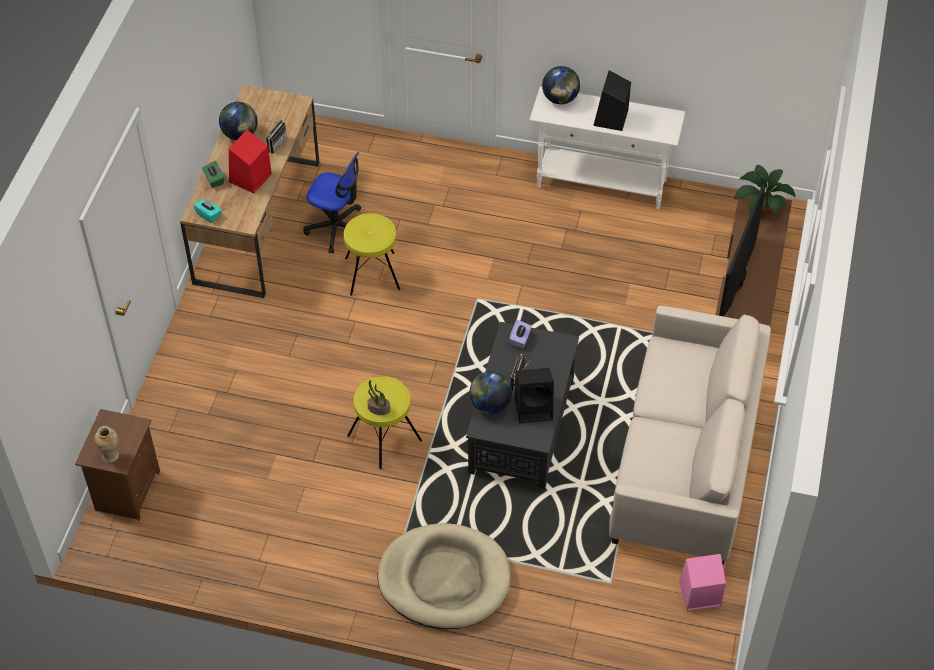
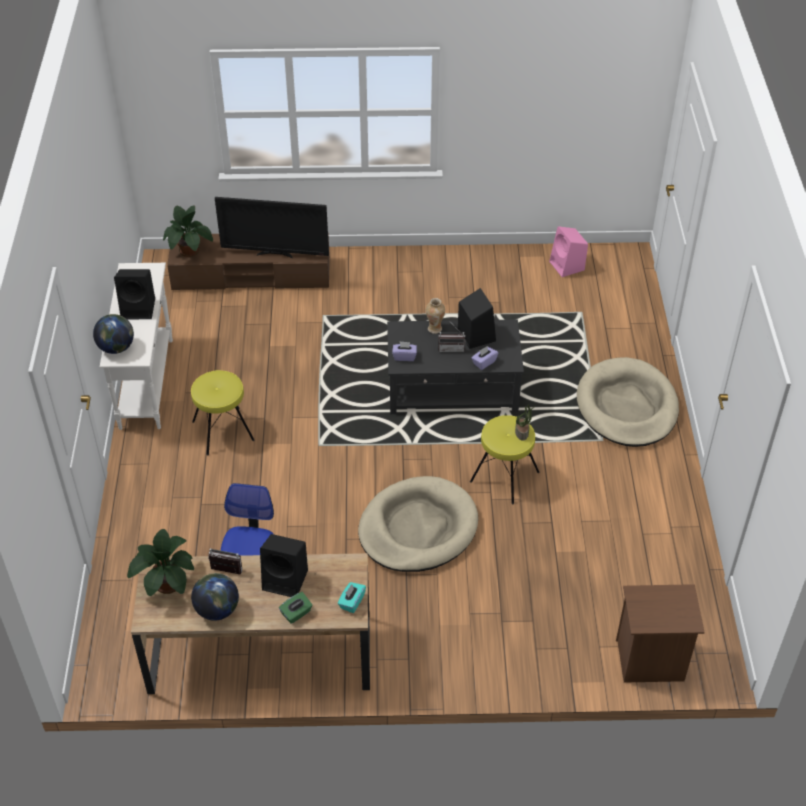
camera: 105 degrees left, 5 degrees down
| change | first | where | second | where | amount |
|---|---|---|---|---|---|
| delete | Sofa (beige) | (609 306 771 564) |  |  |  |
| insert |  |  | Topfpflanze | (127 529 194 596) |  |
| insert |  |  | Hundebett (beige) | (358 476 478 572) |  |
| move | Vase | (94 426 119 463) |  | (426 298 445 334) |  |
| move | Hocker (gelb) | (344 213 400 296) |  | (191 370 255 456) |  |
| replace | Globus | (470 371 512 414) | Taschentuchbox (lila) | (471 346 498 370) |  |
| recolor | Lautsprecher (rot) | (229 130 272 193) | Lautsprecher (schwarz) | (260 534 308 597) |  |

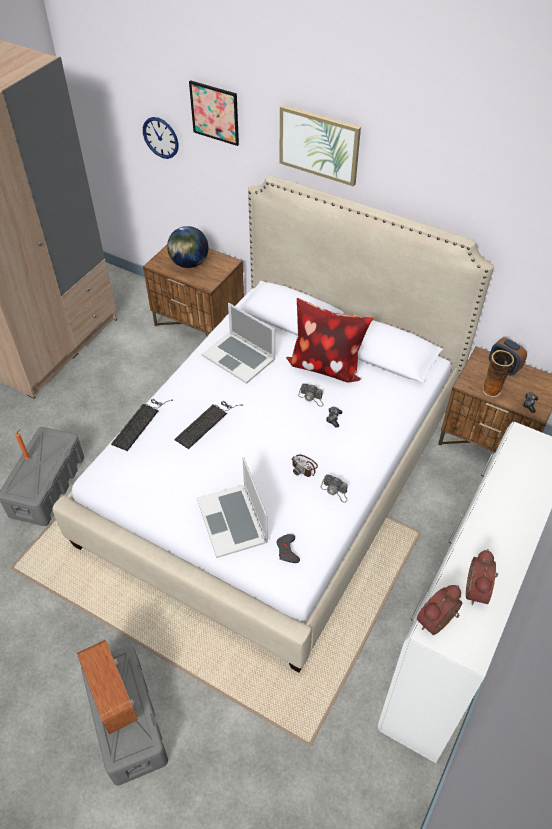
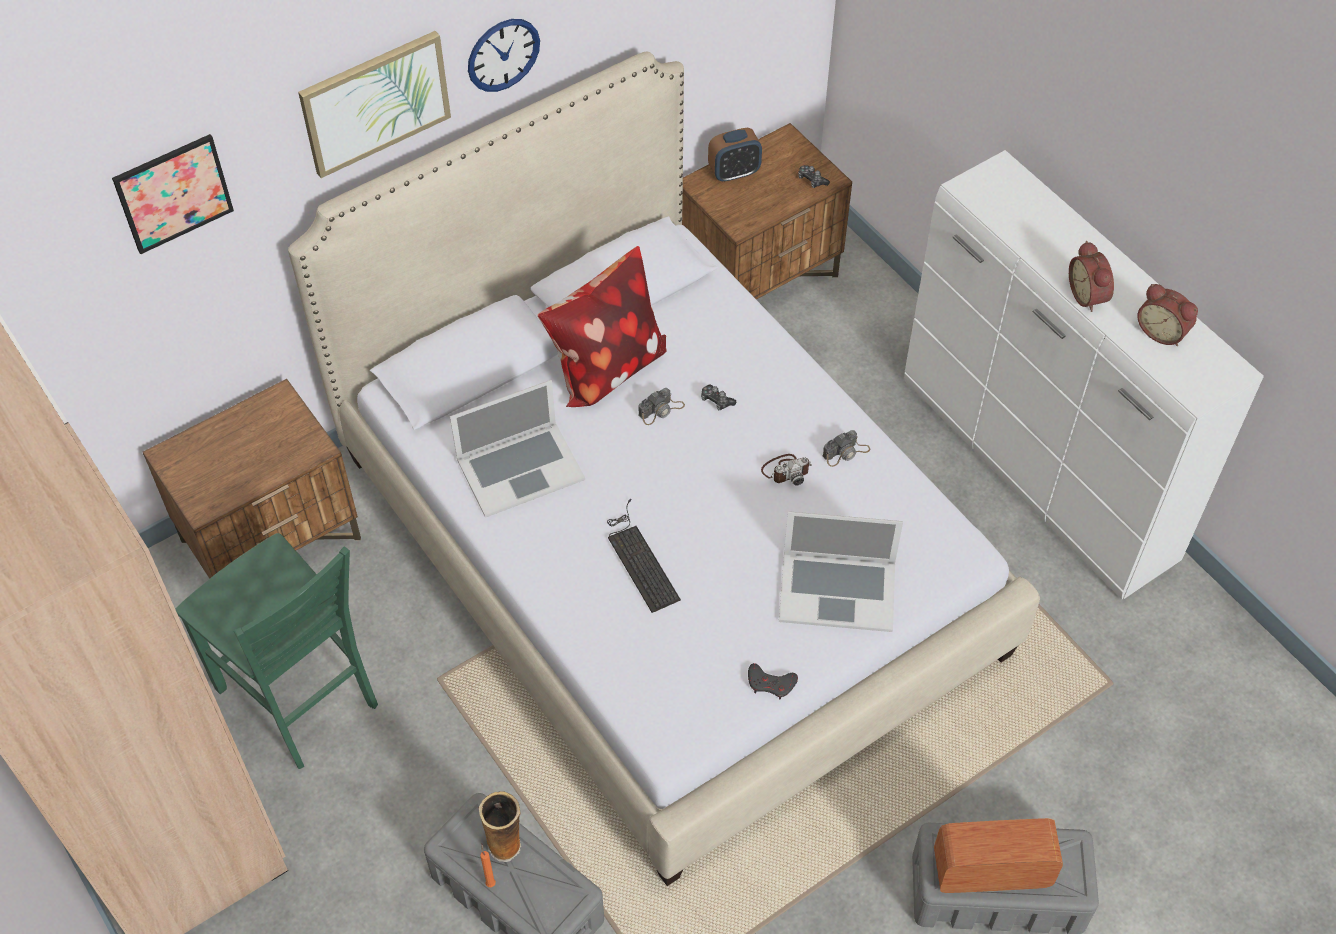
camera: 65 degrees left, 5 degrees up
| change | first | where | second | where | amount |
|---|---|---|---|---|---|
| delete | Tastatur | (111 399 173 451) |  |  |  |
| delete | Globus | (167 226 208 268) |  |  |  |
| insert |  |  | Stuhl (grün) | (175 533 378 769) |  |
| move | Wanduhr | (143 117 179 159) |  | (468 19 540 92) |  |
| move | Gamepad (grau) | (277 534 300 563) |  | (748 663 798 699) |  |
| move | Wecker | (417 585 462 635) |  | (1069 241 1114 312) |  |
| move | Vase | (483 350 514 397) |  | (478 791 521 862) |  |

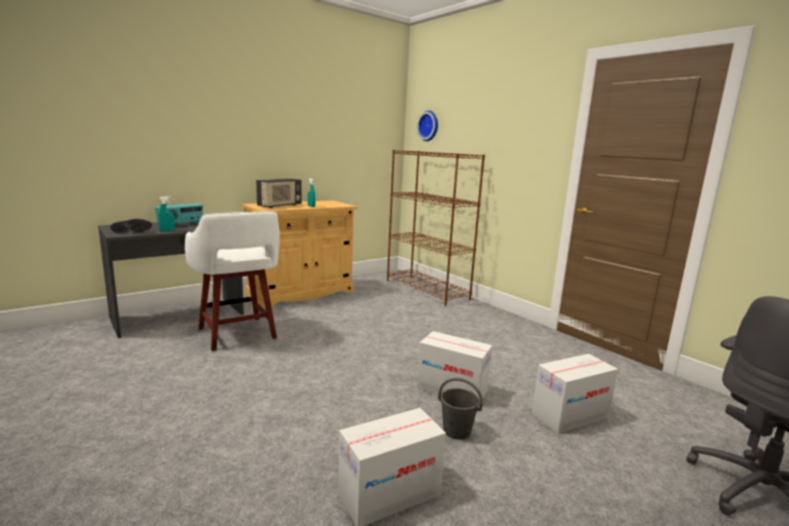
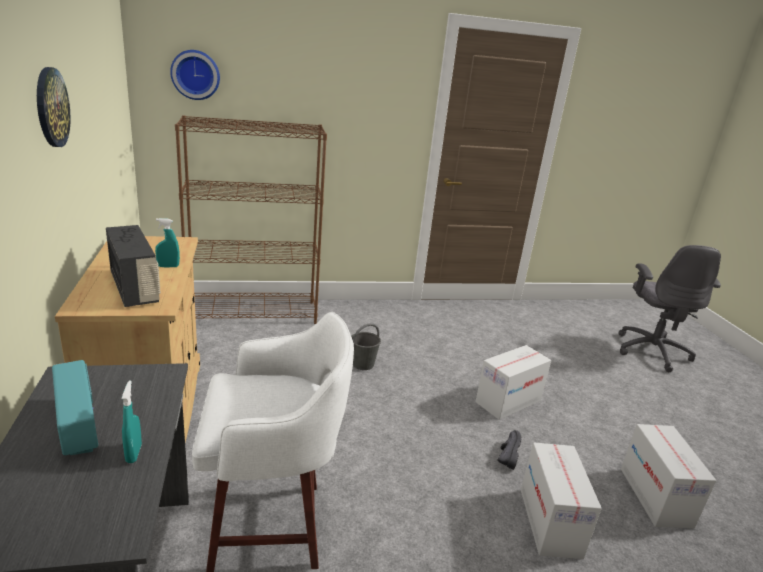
camera: 65 degrees left, 10 degrees up
| change | first | where | second | where | amount |
|---|---|---|---|---|---|
| insert |  |  | Wanduhr | (37 67 71 147) |  |
| move | Schuh (schwarz) | (111 218 152 233) |  | (497 430 522 470) |  |
| move | Eimer (grau) | (438 377 483 440) |  | (351 323 381 370) |  |
| move | Karton | (532 354 618 434) |  | (521 442 602 559) |  |

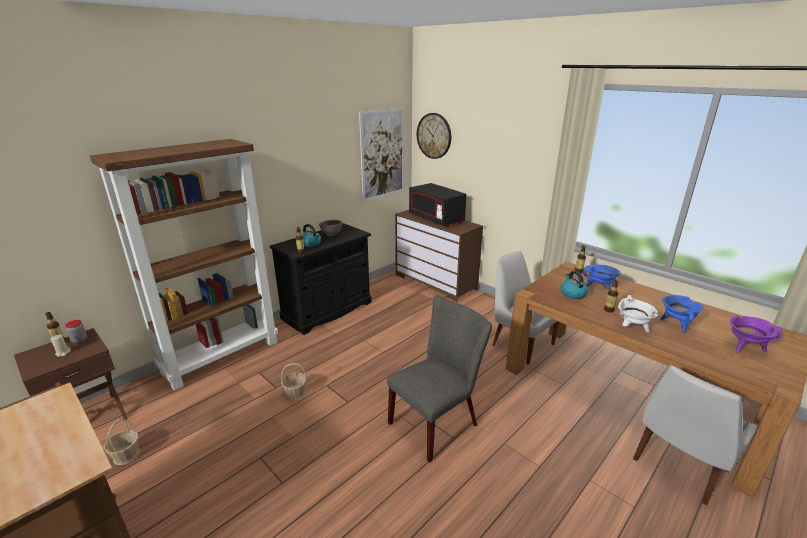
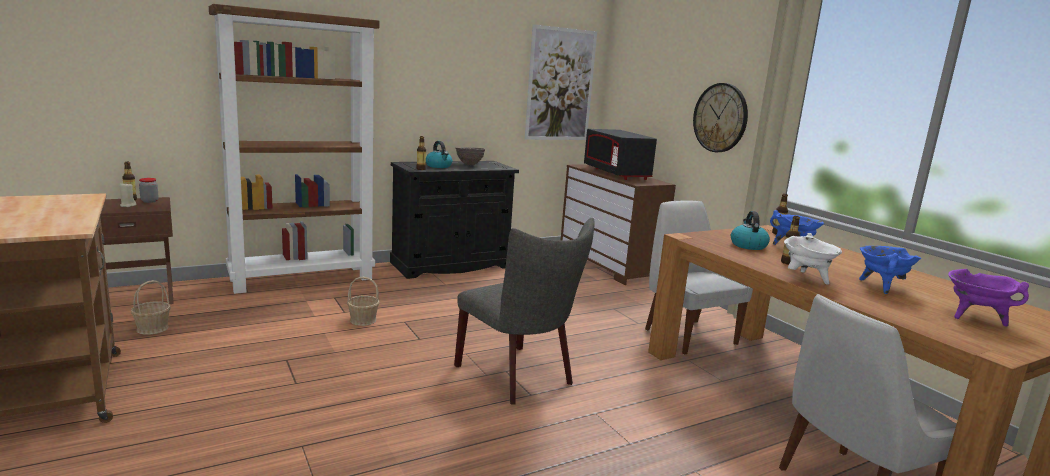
camera: 15 degrees right, 10 degrees down
| change | first | where | second | where | amount |
|---|---|---|---|---|---|
| move | Wanduhr | (417 113 451 159) |  | (693 83 748 152) |  |
| rotate | Stuhl (grau) | (387 295 492 463) |  | (454 218 595 405) | 75 degrees clockwise |

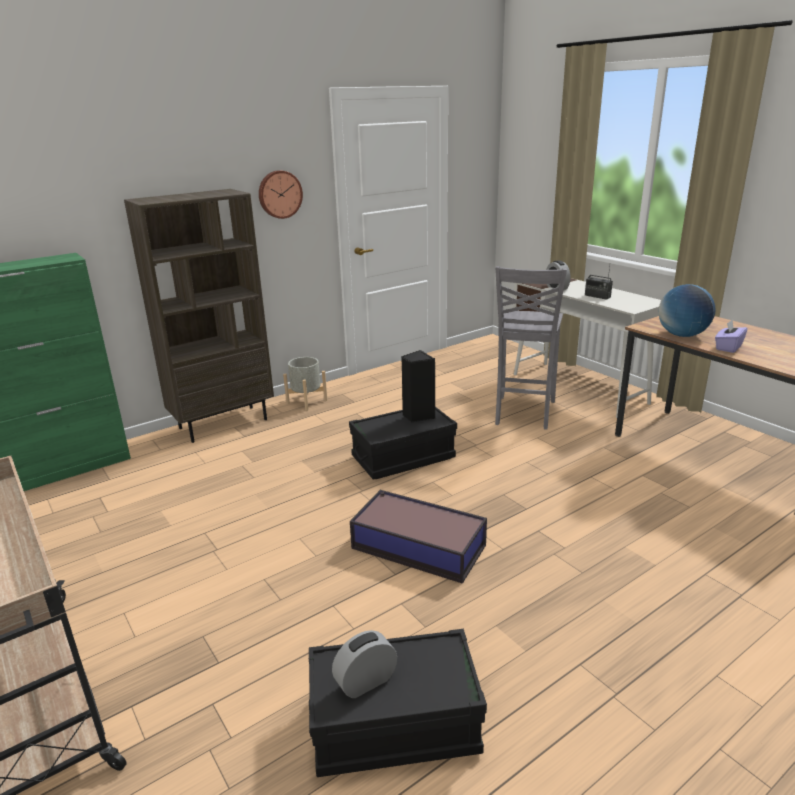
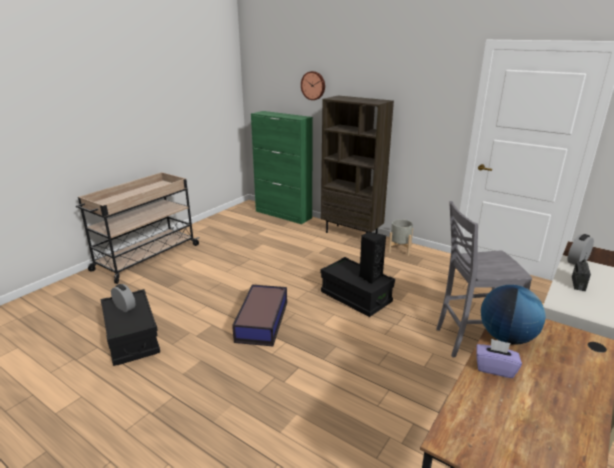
camera: 70 degrees right, 0 degrees up
| change | first | where | second | where | amount |
|---|---|---|---|---|---|
| move | Wanduhr | (259 170 303 219) |  | (301 71 325 100) |  |

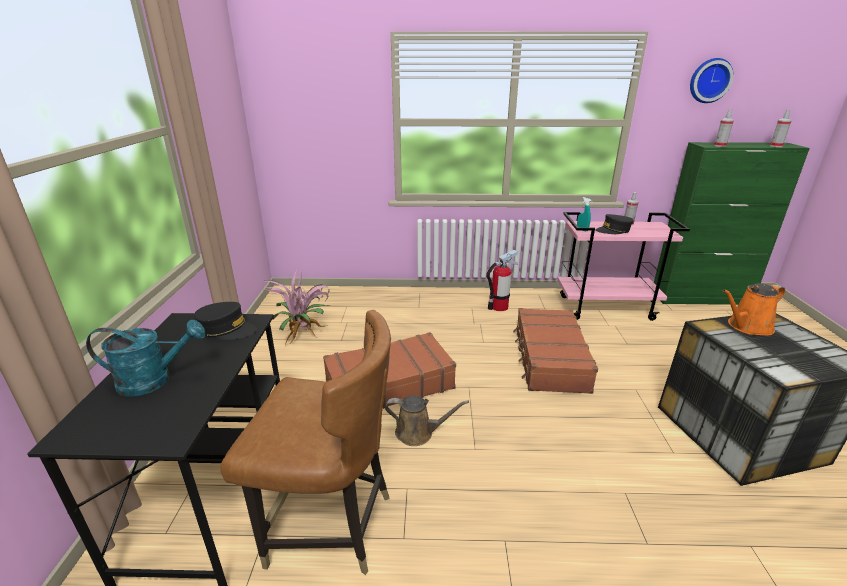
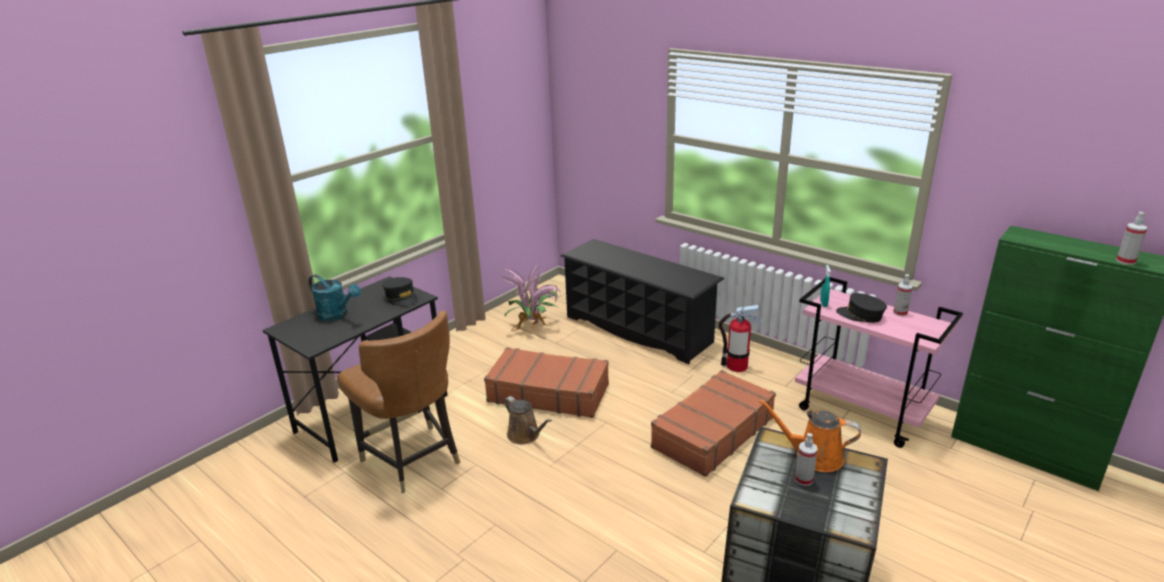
camera: 40 degrees right, 0 degrees up
| change | first | where | second | where | amount |
|---|---|---|---|---|---|
| delete | Wanduhr | (690 58 734 103) |  |  |  |
| insert |  |  | Schuhregal (schwarz) | (561 239 724 365) |  |
| move | Sprühflasche | (714 109 734 147) |  | (795 433 818 486) |  |

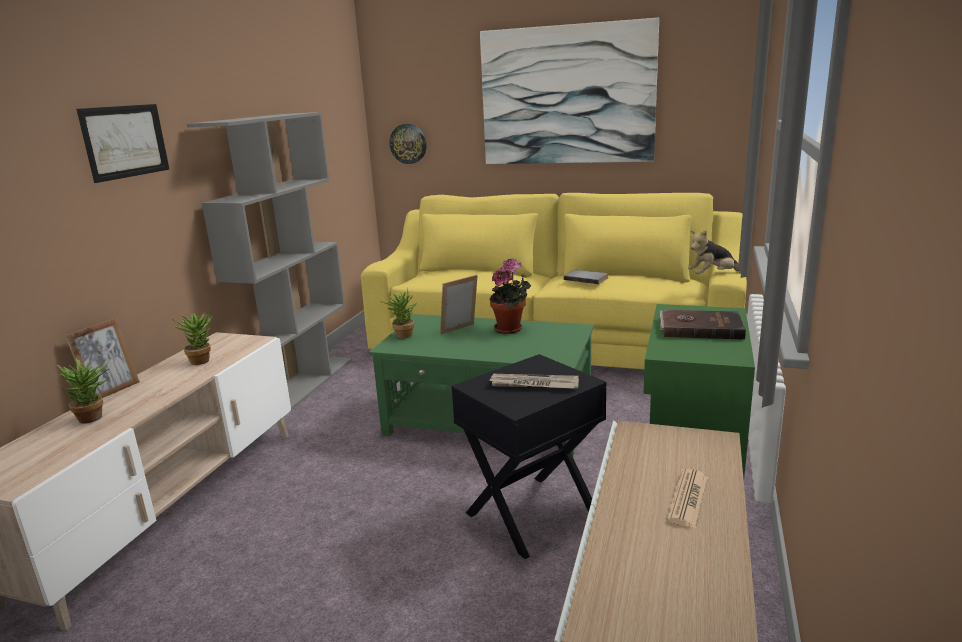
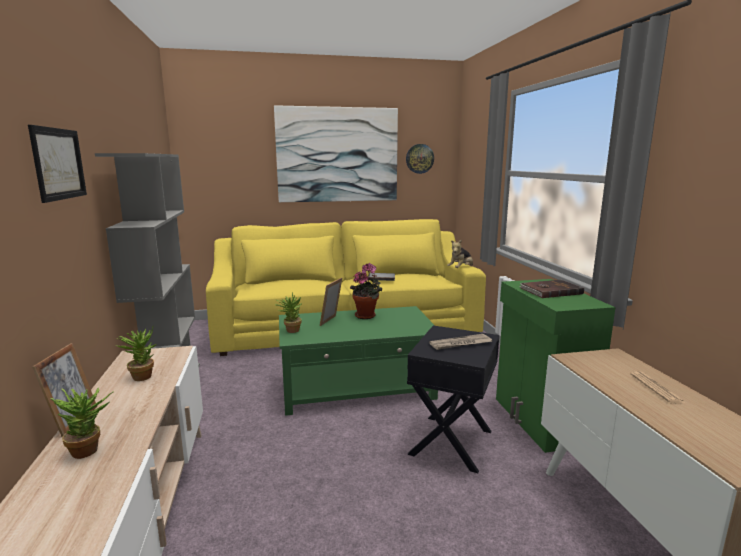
camera: 30 degrees left, 5 degrees down
| change | first | where | second | where | amount |
|---|---|---|---|---|---|
| move | Wanduhr | (389 124 427 164) |  | (406 144 434 174) |  |

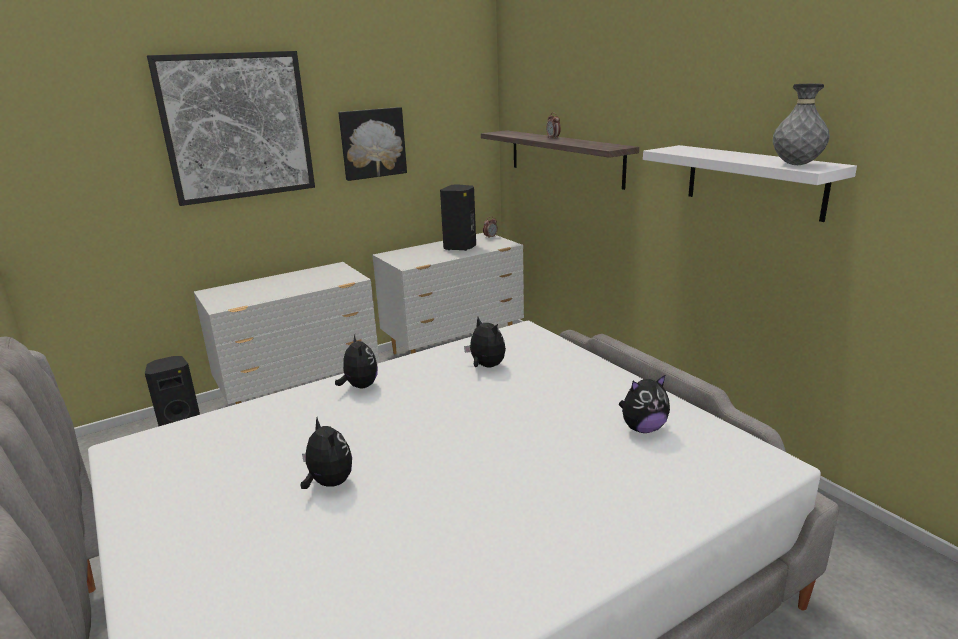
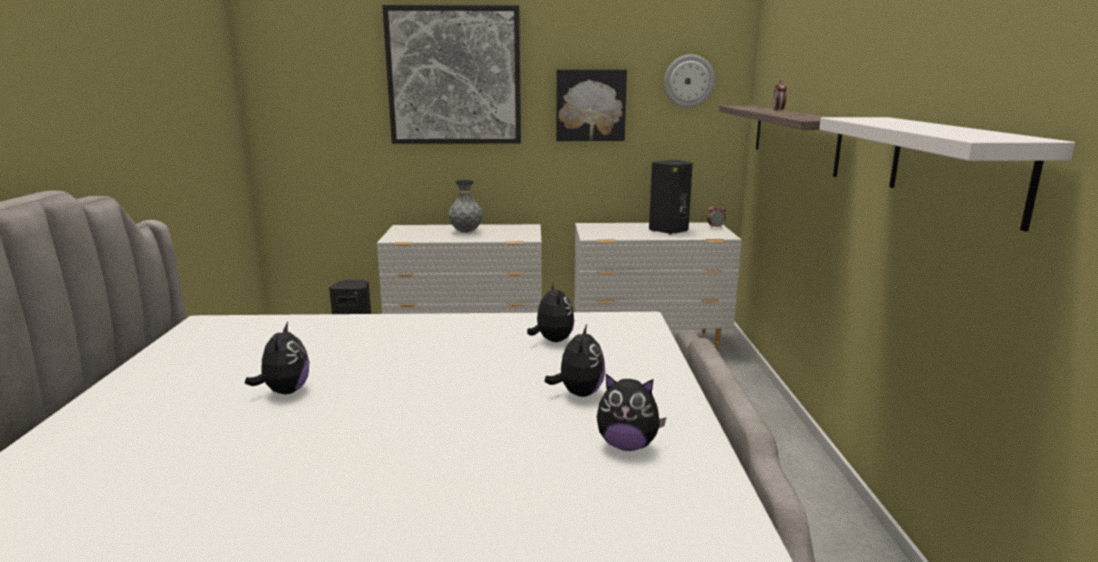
camera: 30 degrees right, 5 degrees down
| change | first | where | second | where | amount |
|---|---|---|---|---|---|
| insert |  |  | Wanduhr | (664 54 715 108) |  |
| move | Plüschtier | (335 335 378 389) |  | (544 324 605 397) |  |
| move | Vase (grau) | (773 84 830 165) |  | (448 180 483 233) |  |

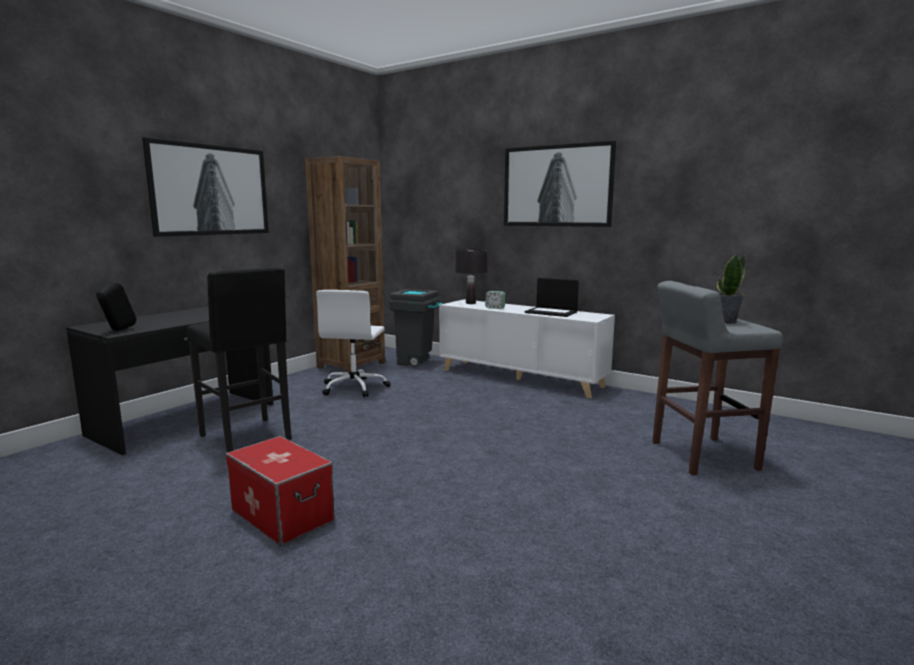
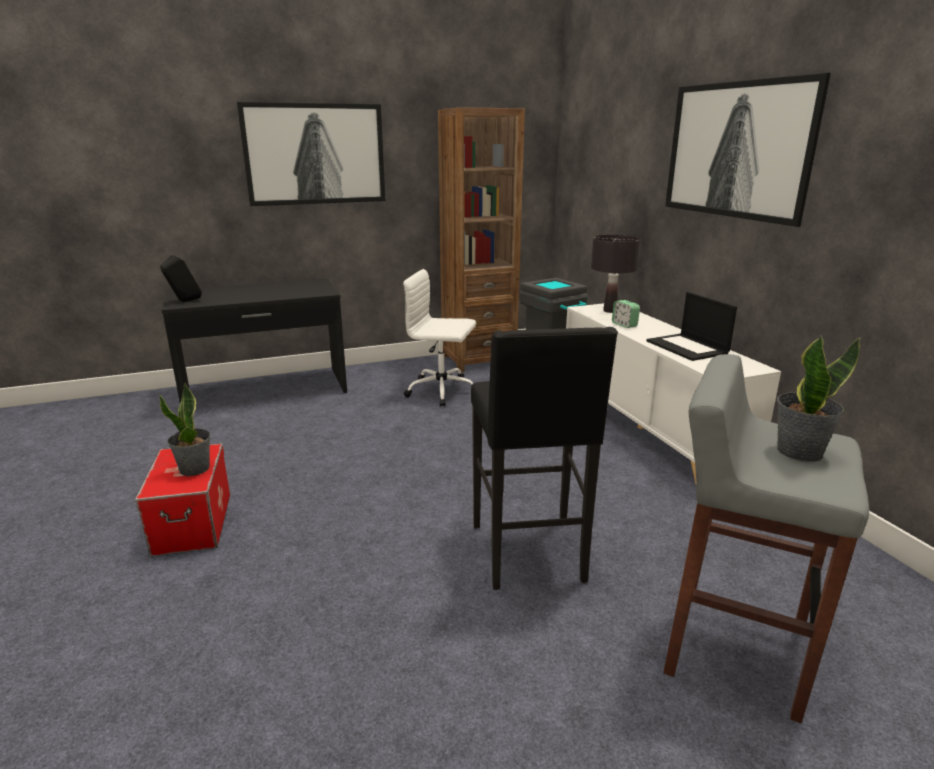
camera: 35 degrees right, 10 degrees up
| change | first | where | second | where | amount |
|---|---|---|---|---|---|
| insert |  |  | Topfpflanze | (159 383 211 476) |  |
| move | Hocker (schwarz) | (187 267 292 452) |  | (471 327 618 590) |  |
| rotate | Bürostuhl (weiß) | (316 290 391 397) |  | (403 269 476 407) | 60 degrees clockwise |

